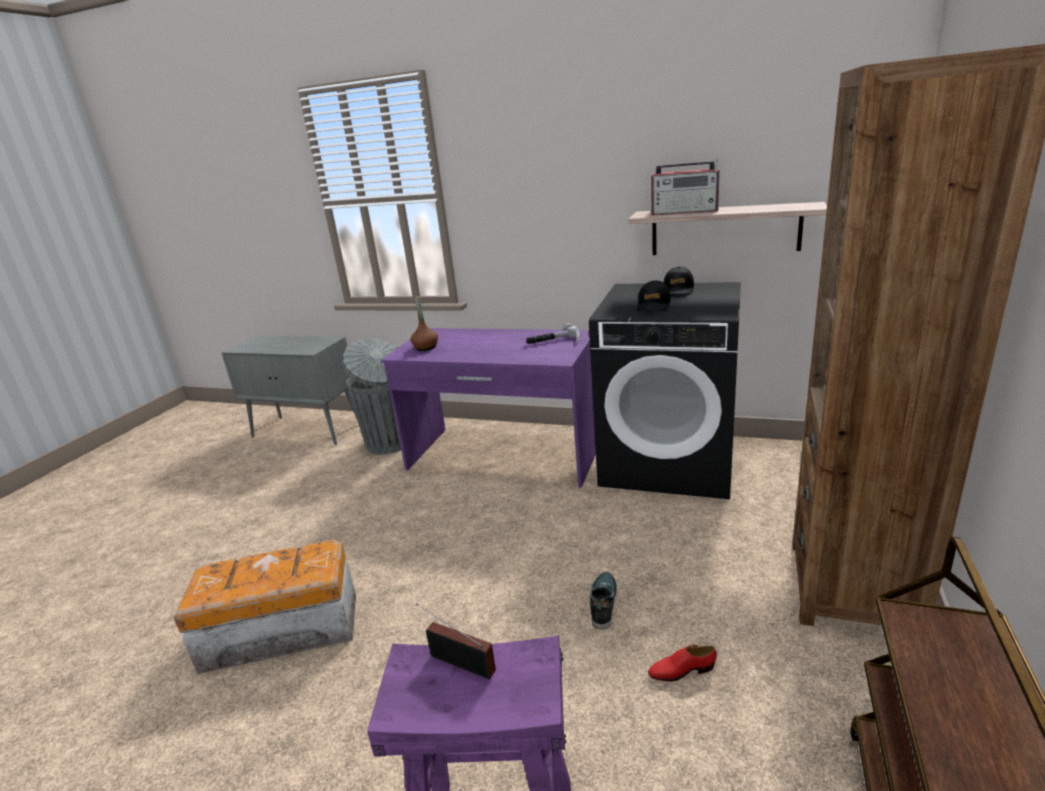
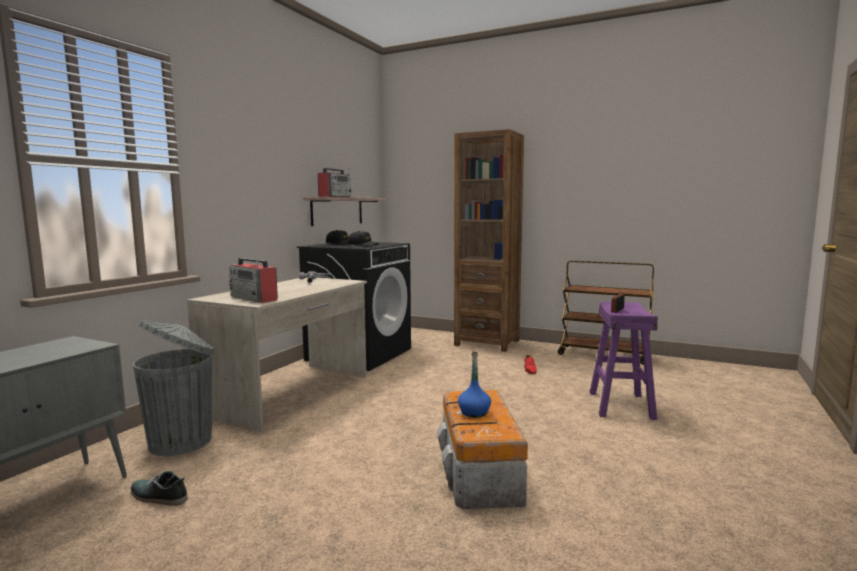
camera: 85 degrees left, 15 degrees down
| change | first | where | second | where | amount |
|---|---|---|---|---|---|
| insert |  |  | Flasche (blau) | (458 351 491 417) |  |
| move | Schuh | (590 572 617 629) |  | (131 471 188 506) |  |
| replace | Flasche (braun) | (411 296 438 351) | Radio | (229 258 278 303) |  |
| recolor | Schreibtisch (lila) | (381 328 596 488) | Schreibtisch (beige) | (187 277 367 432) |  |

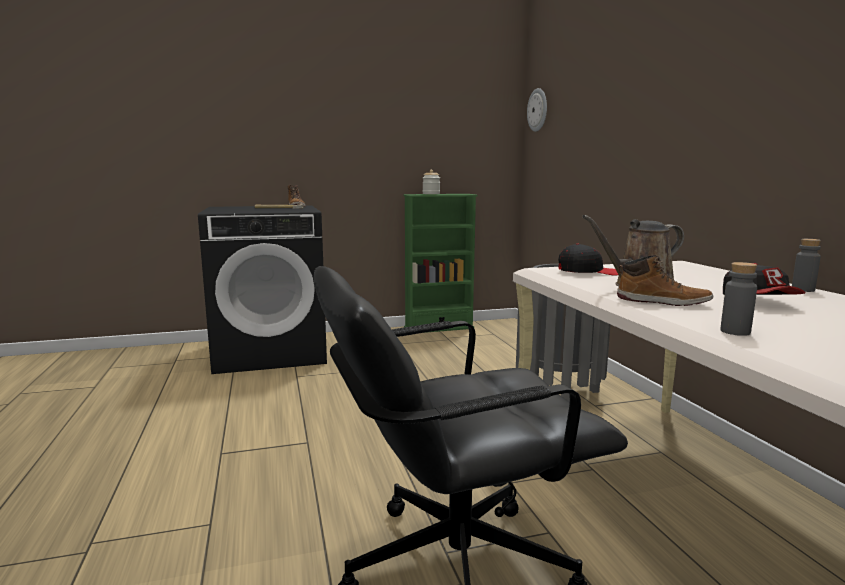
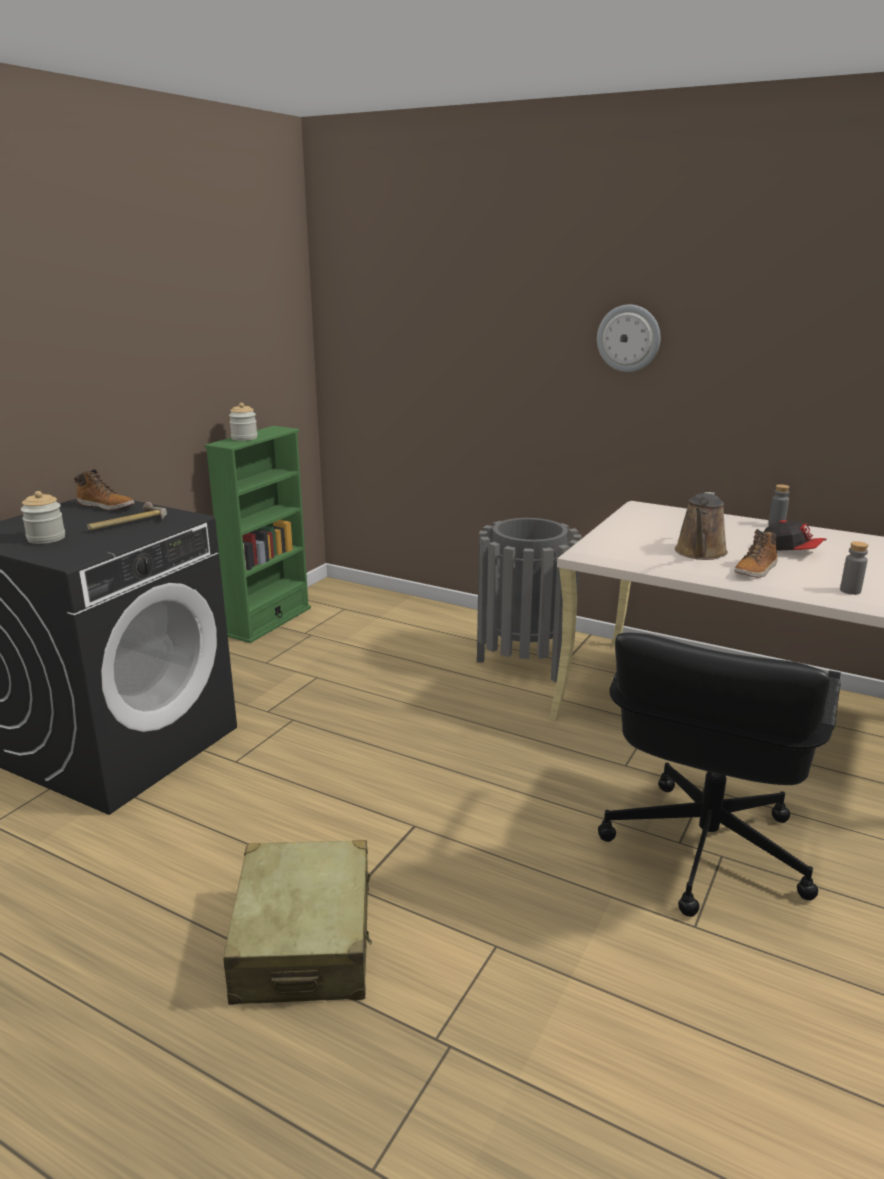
camera: 45 degrees left, 10 degrees up
| change | first | where | second | where | amount |
|---|---|---|---|---|---|
| delete | Kappe (schwarz) | (558 243 618 275) |  |  |  |
| insert |  |  | Vorratsglas | (21 491 65 544) |  |
| insert |  |  | Koffer (beige) | (223 840 372 1005) |  |
| move | Wanduhr | (527 88 547 132) |  | (597 304 660 372) |  |
| rotate | Stiefel | (617 255 713 306) |  | (734 529 778 578) | 150 degrees clockwise |

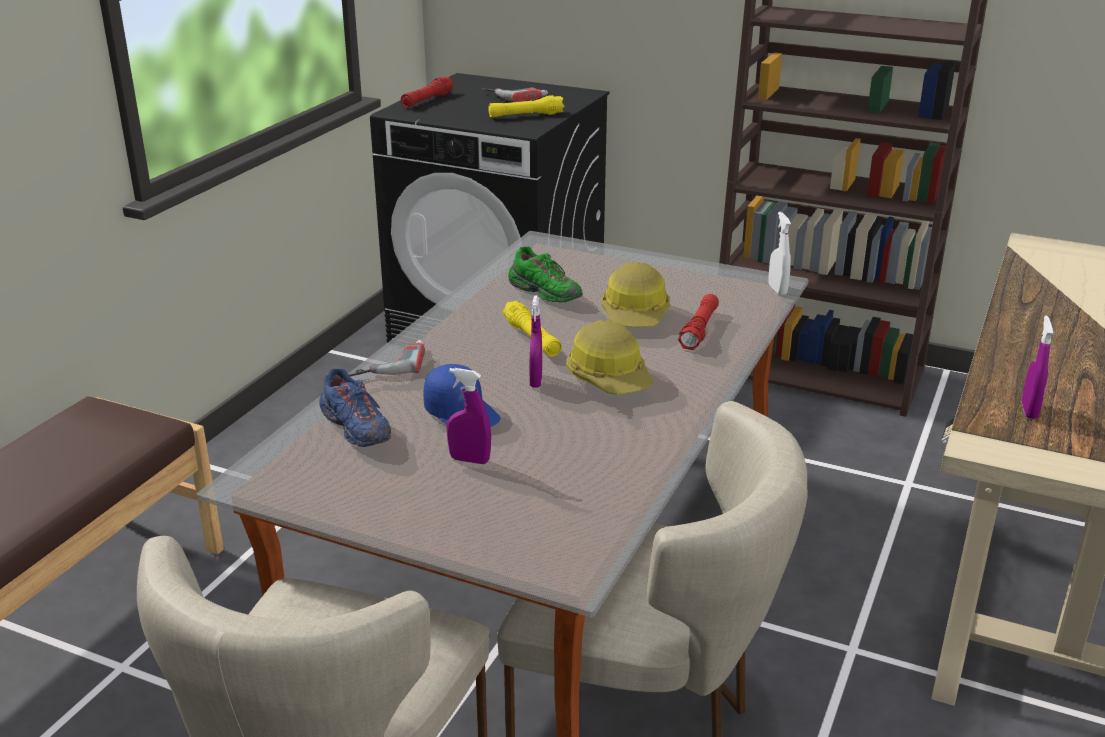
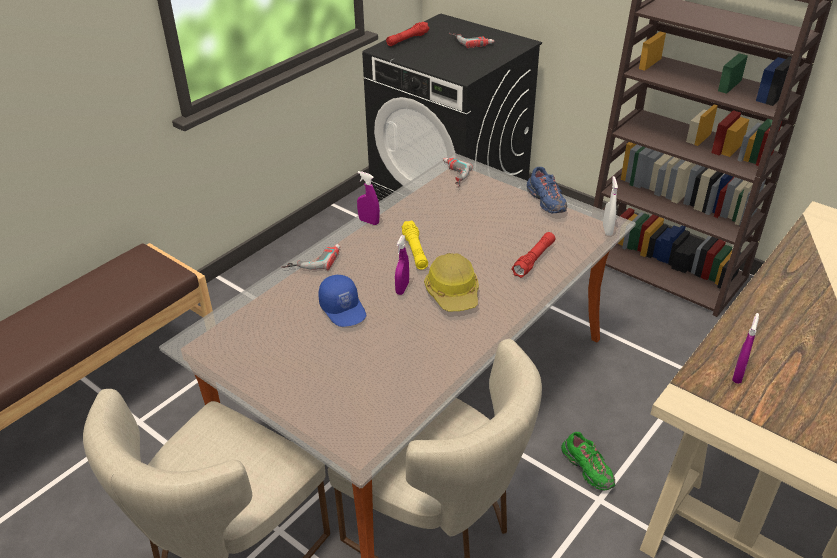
camera: 15 degrees right, 10 degrees up
| change | first | where | second | where | amount |
|---|---|---|---|---|---|
| delete | Taschenlampe (gelb) | (488 95 564 118) |  |  |  |
| delete | Schutzhelm | (601 262 670 327) |  |  |  |
| insert |  |  | Bohrmaschine | (443 158 473 188) |  |
| move | Schuh (blau) | (319 368 391 447) |  | (527 167 567 213) |  |
| move | Sprühflasche (lila) | (447 368 491 464) |  | (357 171 380 225) |  |
| move | Schuh (grün) | (508 246 583 302) |  | (561 432 615 491) |  |

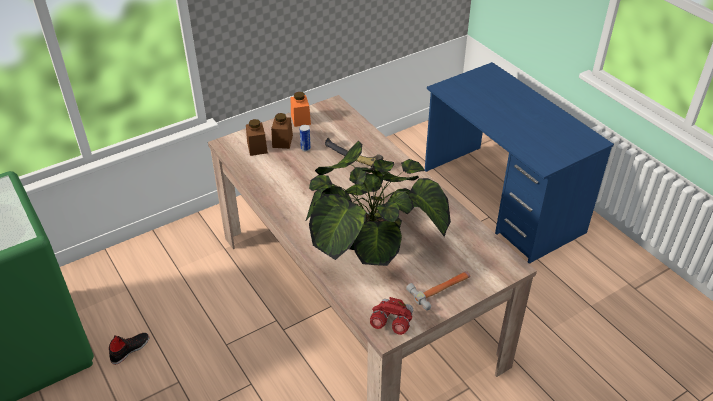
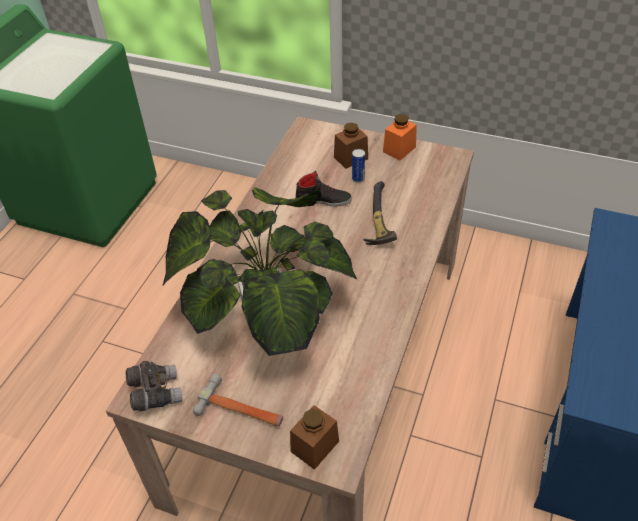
camera: 55 degrees right, 5 degrees up
| change | first | where | second | where | amount |
|---|---|---|---|---|---|
| move | Schuh (schwarz) | (109 333 149 365) |  | (295 171 352 207) |  |
| move | Vorratsglas (braun) | (246 119 268 156) |  | (290 405 339 470) |  |
| recolor | Fernglas (rot) | (370 297 413 335) | Fernglas (grau) | (126 361 182 411) |  |

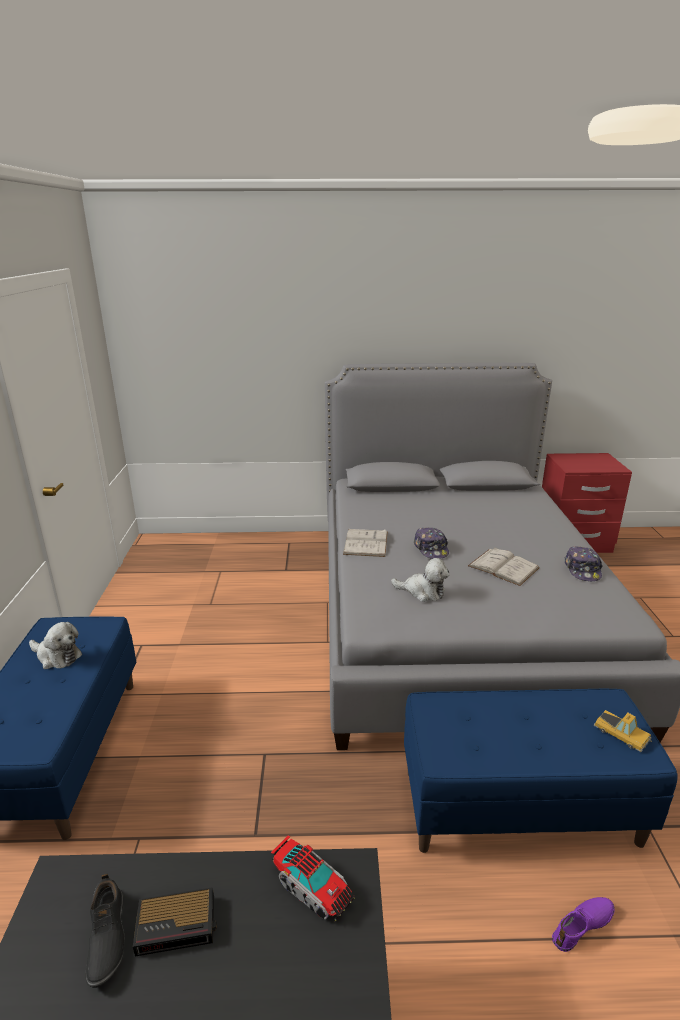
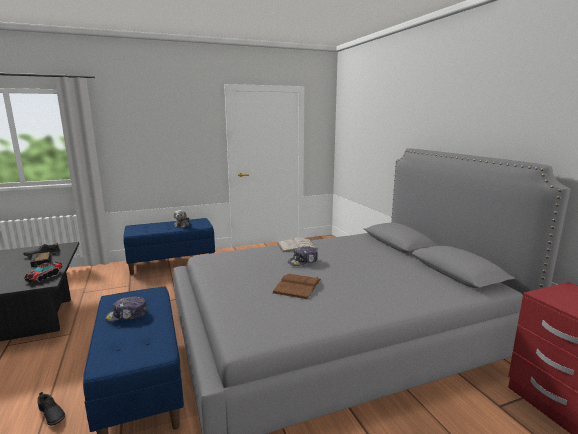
camera: 70 degrees right, 10 degrees down
| change | first | where | second | where | amount |
|---|---|---|---|---|---|
| delete | Plüschtier | (391 558 449 602) |  |  |  |
| delete | Spielzeugauto | (594 710 652 752) |  |  |  |
| move | Kappe | (565 546 603 581) |  | (105 296 147 321) |  |
| recolor | Buch (weiß) | (468 547 540 586) | Buch (braun) | (273 274 321 300) |  |
| recolor | Schuh (lila) | (552 897 615 952) | Schuh (schwarz) | (37 392 65 426) |  |

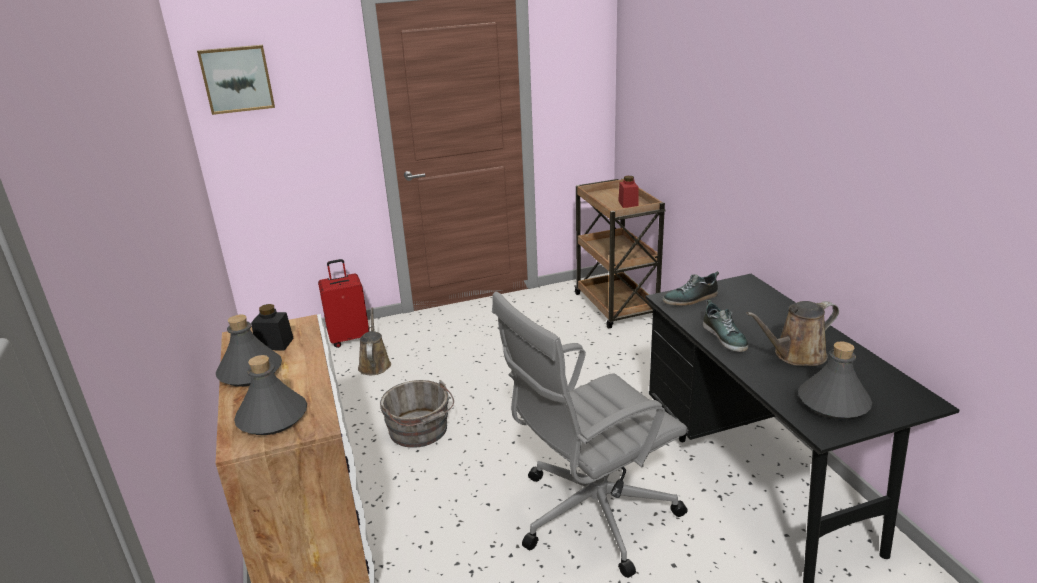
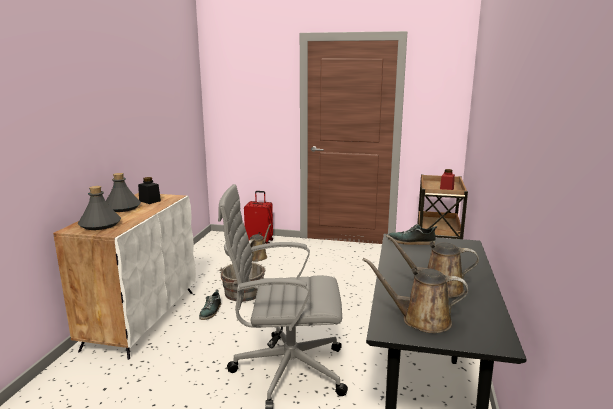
camera: 30 degrees right, 10 degrees down
| change | first | where | second | where | amount |
|---|---|---|---|---|---|
| delete | Bild | (197 45 275 115) |  |  |  |
| move | Schuh | (703 300 748 352) |  | (199 290 221 320) |  |
| replace | Flasche (grau) | (798 341 872 419) | Gießkanne (braun) | (363 258 468 333) |  |

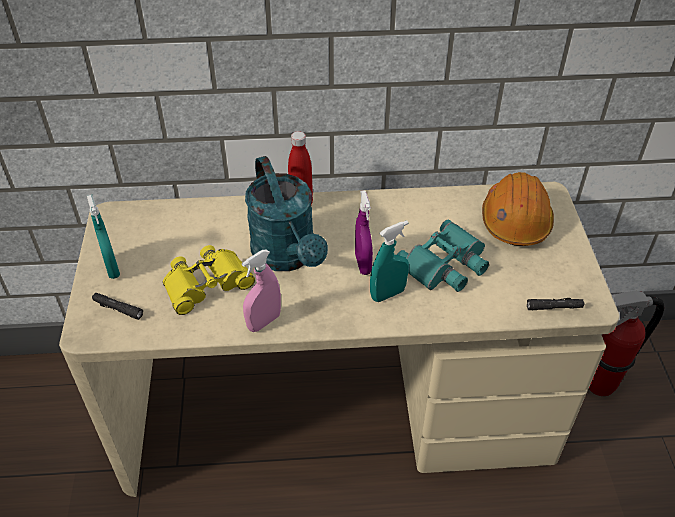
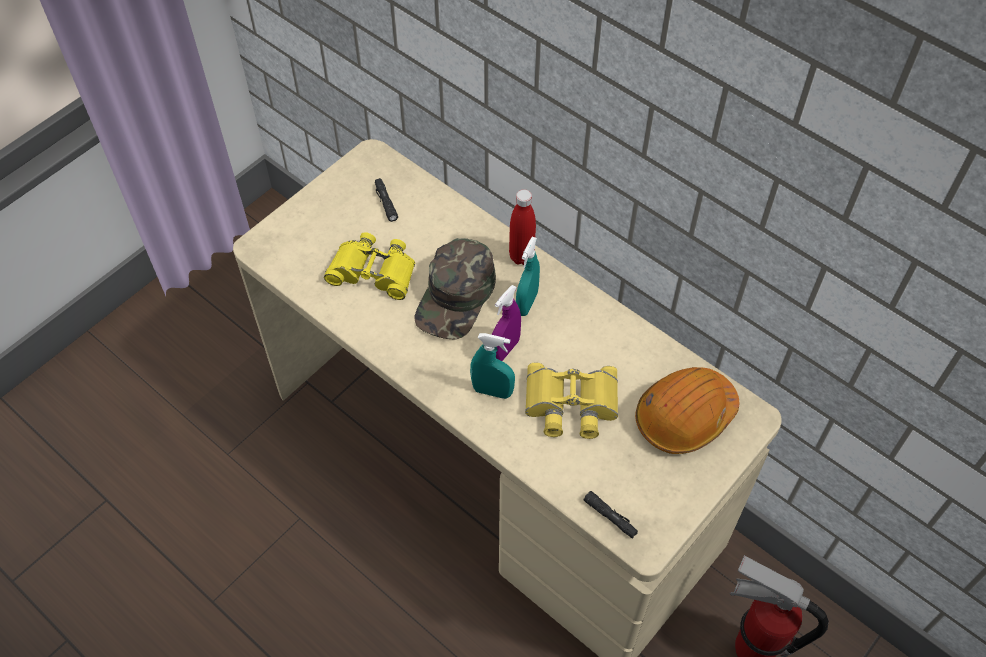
camera: 45 degrees right, 10 degrees up
| change | first | where | second | where | amount |
|---|---|---|---|---|---|
| delete | Sprühflasche (rosa) | (242 249 281 332) |  |  |  |
| move | Sprühflasche (türkis) | (87 195 120 279) |  | (516 237 540 316) |  |
| move | Taschenlampe (schwarz) | (92 293 143 320) |  | (375 178 398 222) |  |
| replace | Gießkanne (türkis) | (245 156 328 271) | Kappe (grün) | (415 238 496 340) |  |
| recolor | Fernglas (türkis) | (397 220 489 292) | Fernglas (gelb) | (525 362 618 439) |  |

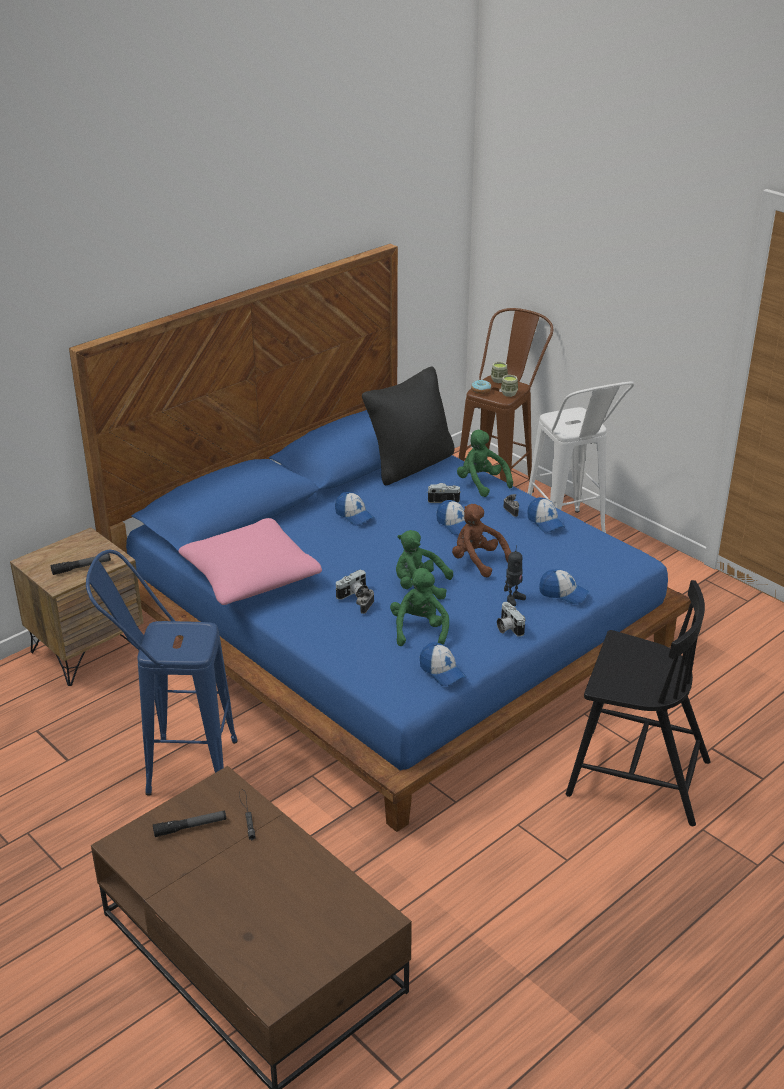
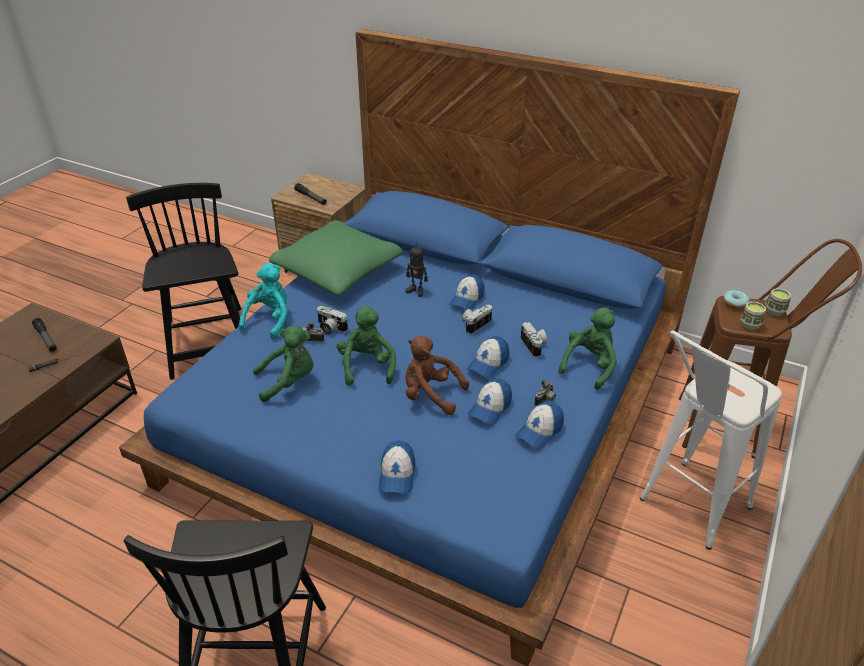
camera: 70 degrees right, 5 degrees up
| change | first | where | second | where | amount |
|---|---|---|---|---|---|
| delete | Kissen (schwarz) | (362 366 455 485) |  |  |  |
| insert |  |  | Plüschtier (türkis) | (239 263 288 339) |  |
| move | Kappe | (420 642 466 686) |  | (468 378 512 425) |  |
| move | Kamera | (497 602 525 637) |  | (462 305 492 334) |  |
| move | Spielzeugroboter | (504 545 526 606) |  | (406 241 428 297) |  |
| replace | Hocker (blau) | (86 550 238 796) | Stuhl (schwarz) | (126 183 241 380) |  |
| recolor | Kissen (rosa) | (178 518 322 605) | Kissen (grün) | (269 220 403 296) |  |
| rotate | Plüschtier (braun) | (452 504 511 577) |  | (405 336 469 415) | 90 degrees counterclockwise |

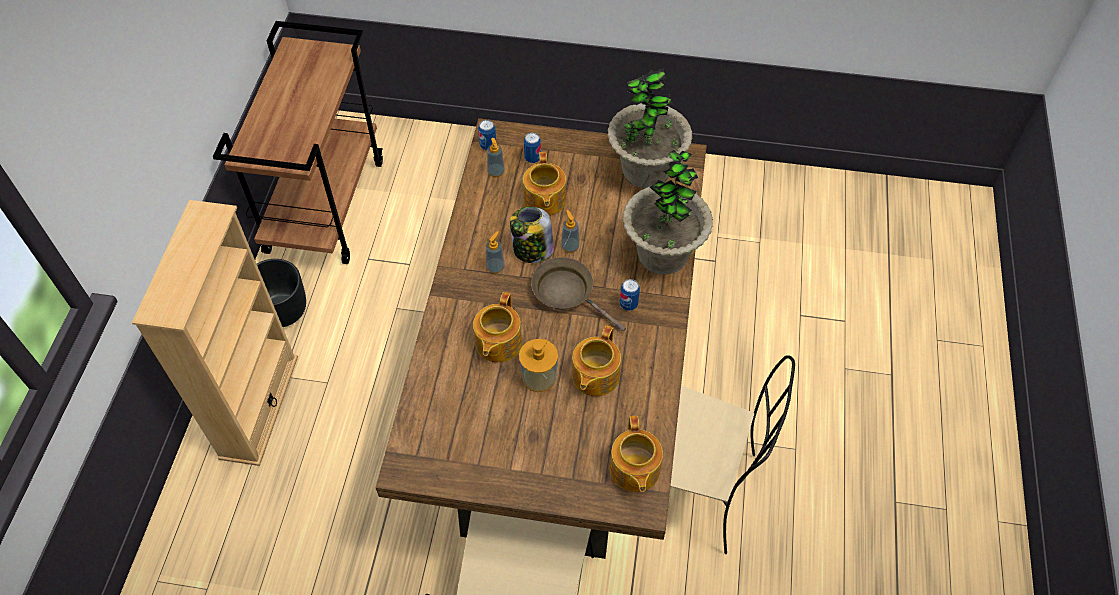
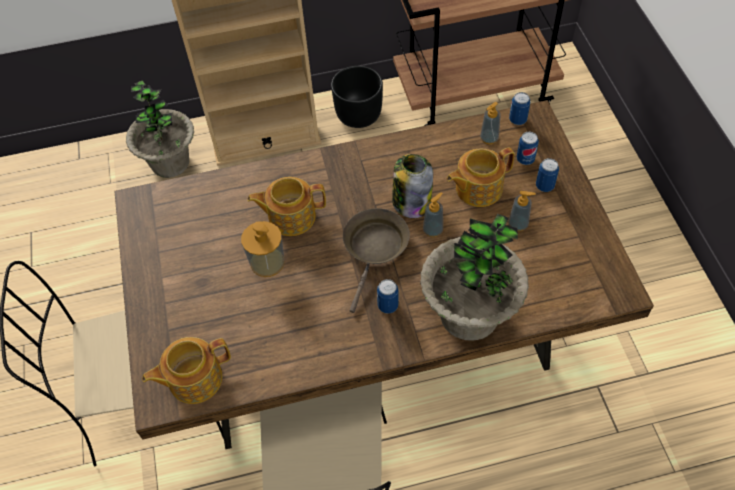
camera: 70 degrees right, 0 degrees up
| change | first | where | second | where | amount |
|---|---|---|---|---|---|
| delete | Teekanne | (572 325 621 396) |  |  |  |
| insert |  |  | Dose | (536 158 559 192) |  |
| move | Seifenspender | (486 231 505 274) |  | (508 191 536 231) |  |
| move | Topfpflanze | (607 69 692 188) |  | (126 81 194 178) |  |

